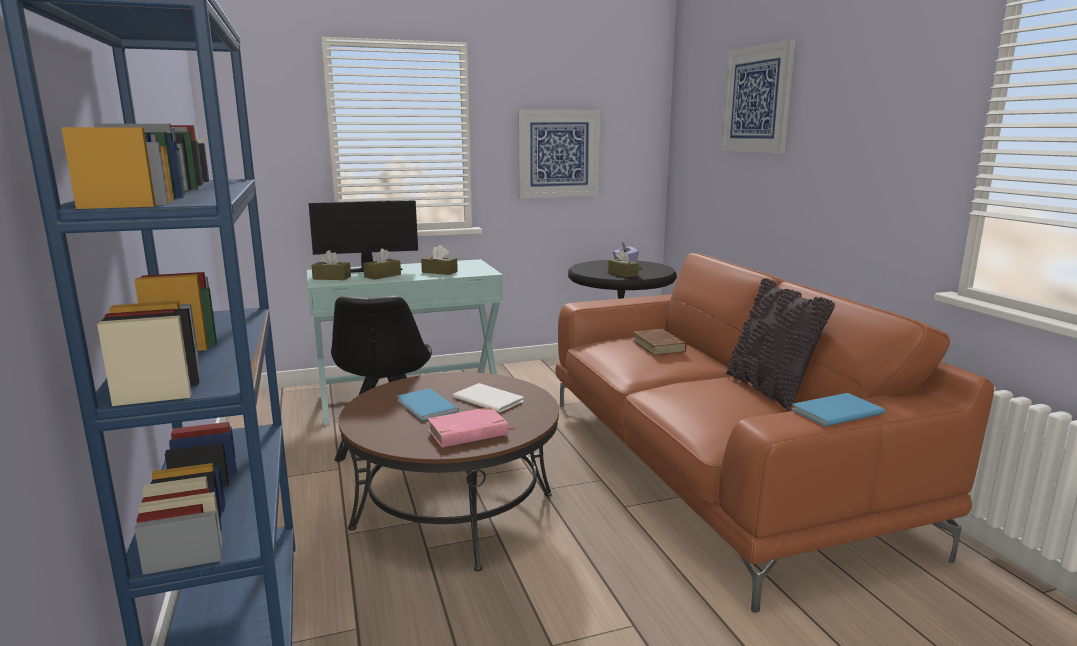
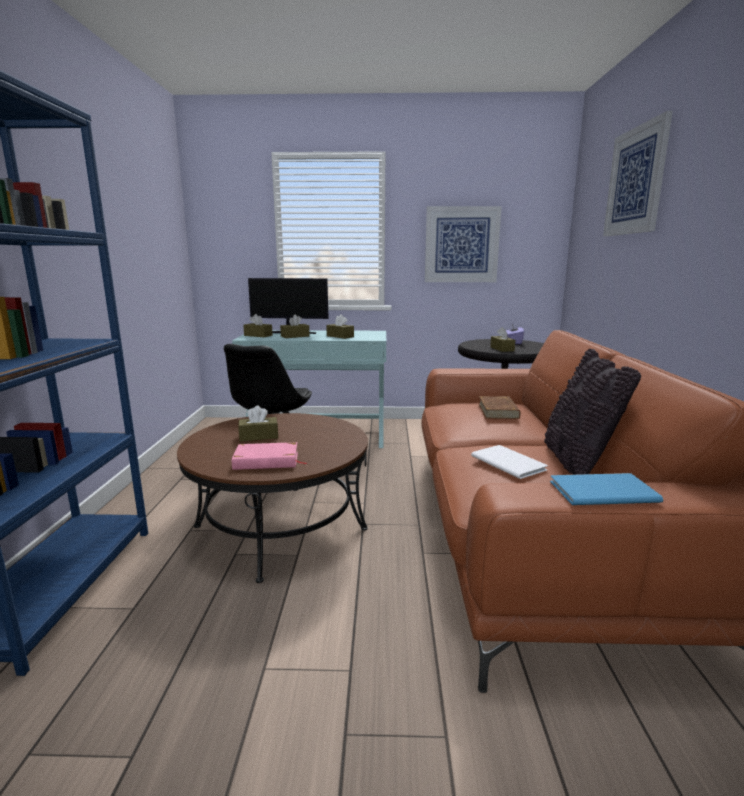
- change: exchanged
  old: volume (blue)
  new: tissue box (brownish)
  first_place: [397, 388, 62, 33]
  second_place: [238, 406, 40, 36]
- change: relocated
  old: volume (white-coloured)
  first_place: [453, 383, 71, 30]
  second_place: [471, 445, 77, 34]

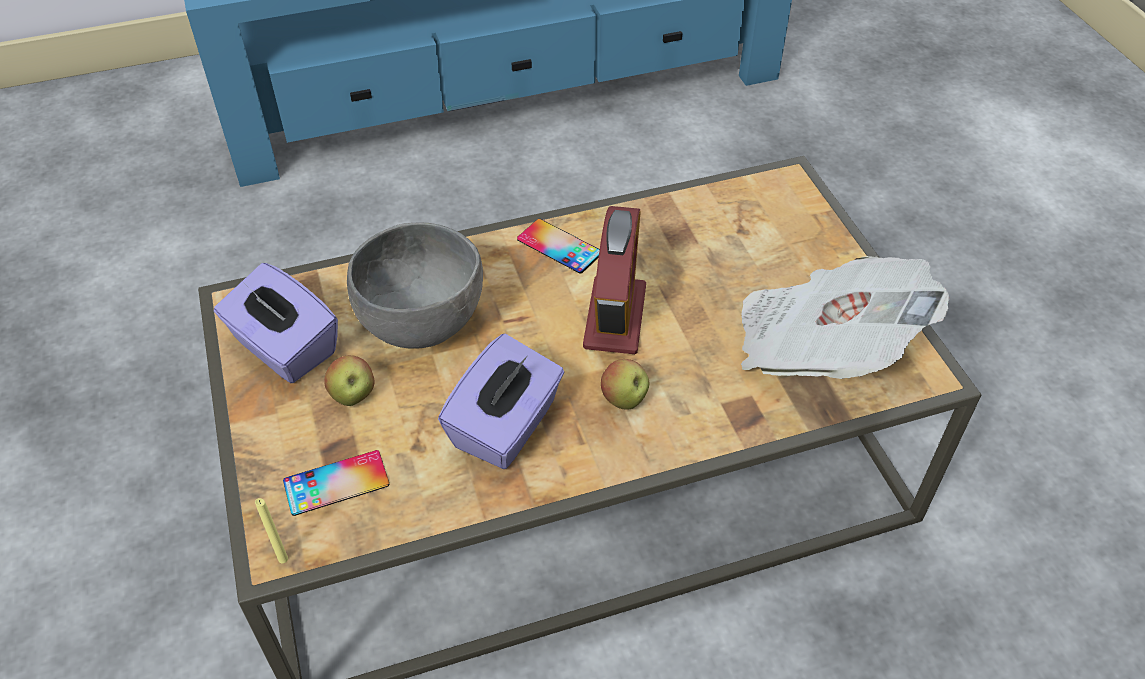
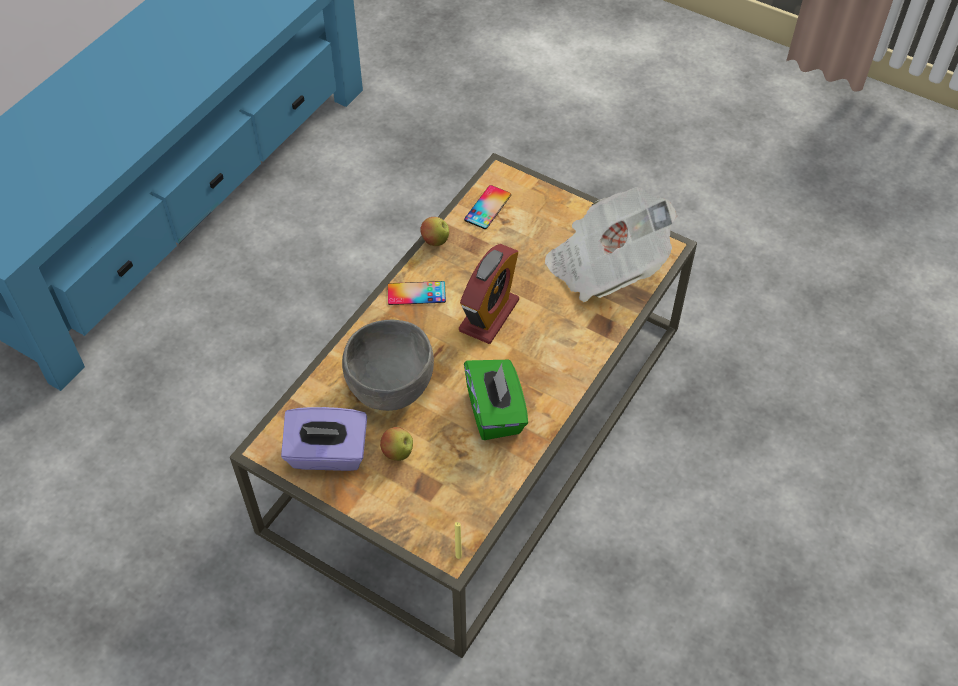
- change: relocated
  old: phone
  first_place: [283, 450, 106, 66]
  second_place: [464, 185, 47, 44]
- change: colour
  old: tissue box (purple-coloured)
  new: tissue box (green-coloured)
  first_place: [438, 334, 127, 135]
  second_place: [464, 360, 64, 80]
- change: spun
  old: alarm clock
  first_place: [583, 206, 63, 148]
  second_place: [459, 244, 60, 100]
  degrees: 60
- change: relocated
  old: apple
  first_place: [601, 359, 48, 51]
  second_place: [420, 217, 29, 29]

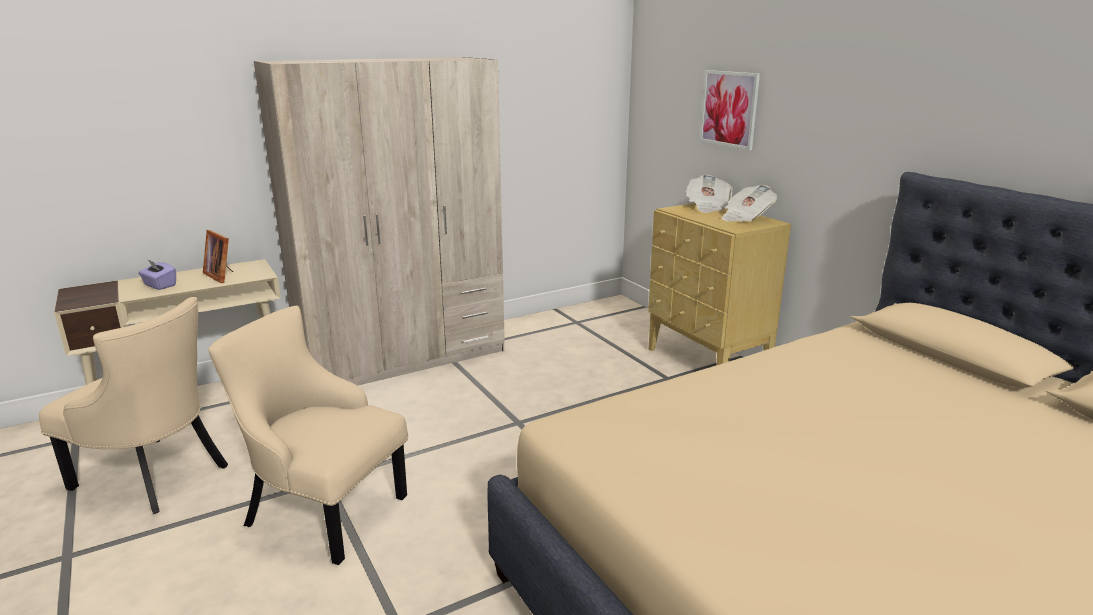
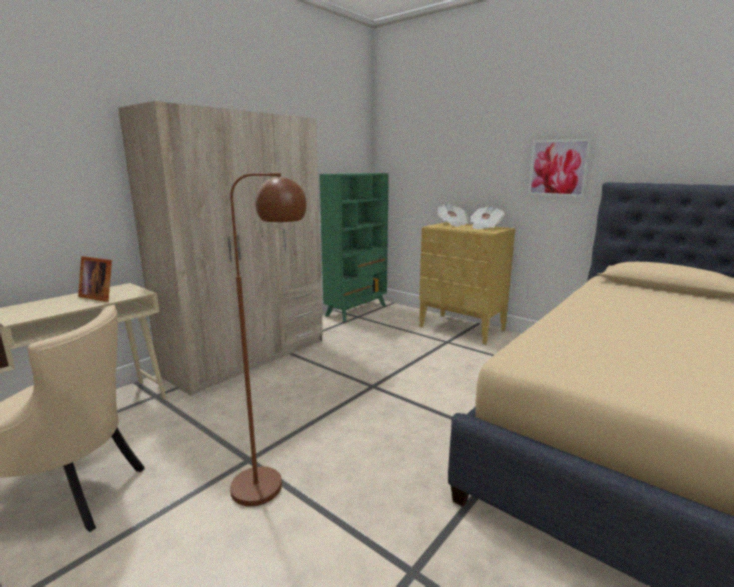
- change: missing
  old: tissue box (purple-coloured)
  first_place: [138, 260, 38, 30]
- change: exchanged
  old: plain chair (sand-coloured)
  new: standing lamp (brownish)
  first_place: [208, 306, 201, 259]
  second_place: [230, 173, 77, 334]
- change: relocated
  old: picture
  first_place: [700, 70, 60, 80]
  second_place: [528, 139, 64, 58]
- change: appeared
  new: bookshelf (green-coloured)
  second_place: [319, 173, 70, 149]

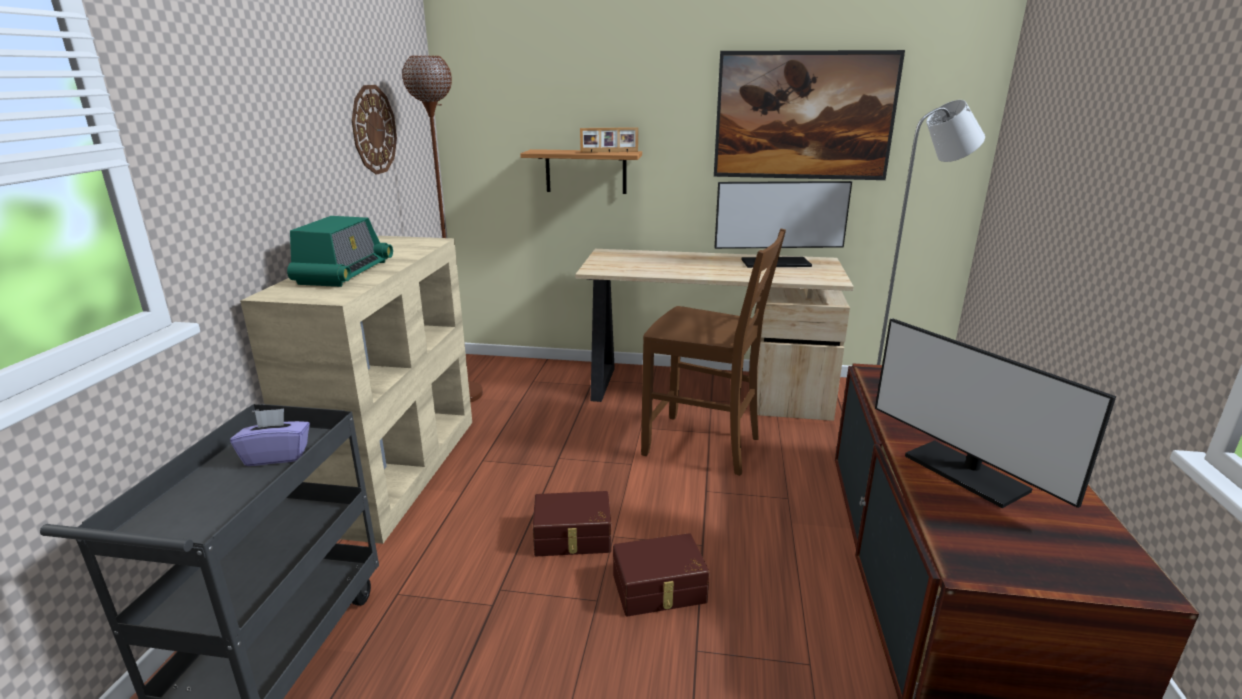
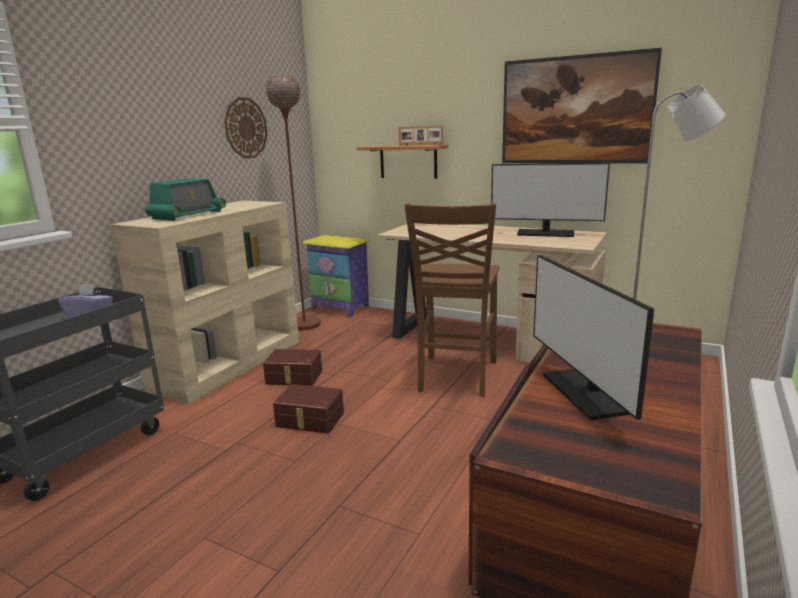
- change: relocated
  old: storage container (brownish)
  first_place: [613, 533, 97, 83]
  second_place: [263, 349, 59, 37]
- change: spun
  old: plain chair (brownish)
  first_place: [641, 228, 145, 248]
  second_place: [404, 203, 95, 194]
  degrees: 60
- change: appeared
  new: bedside table
  second_place: [302, 235, 67, 82]

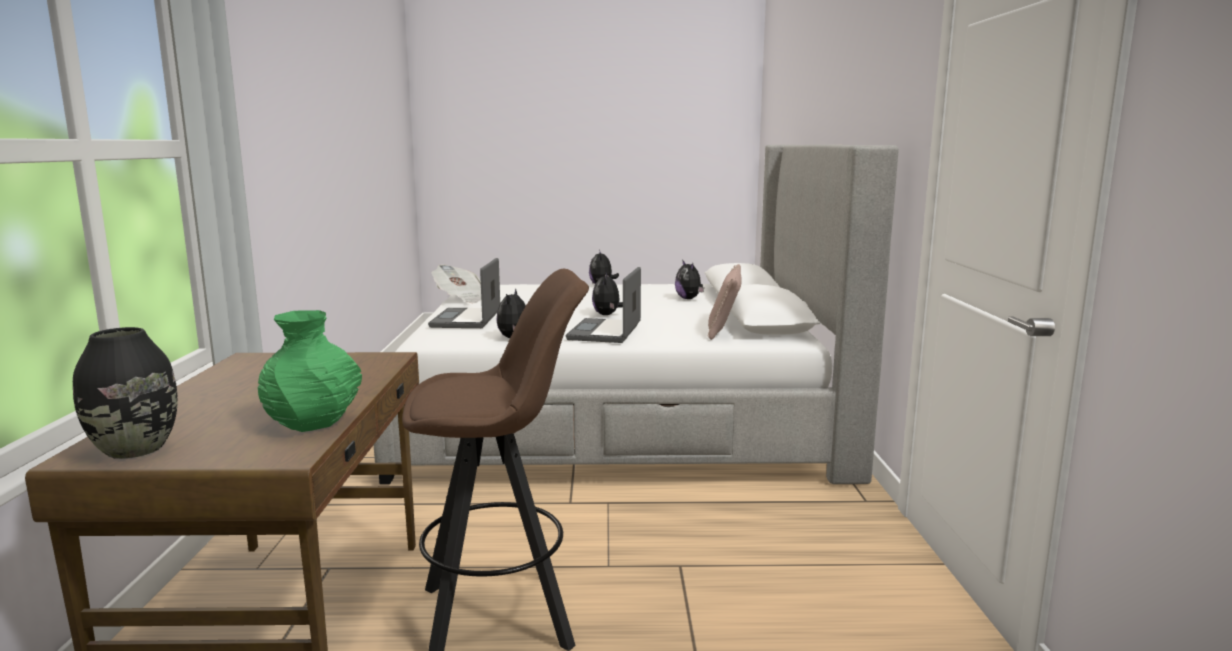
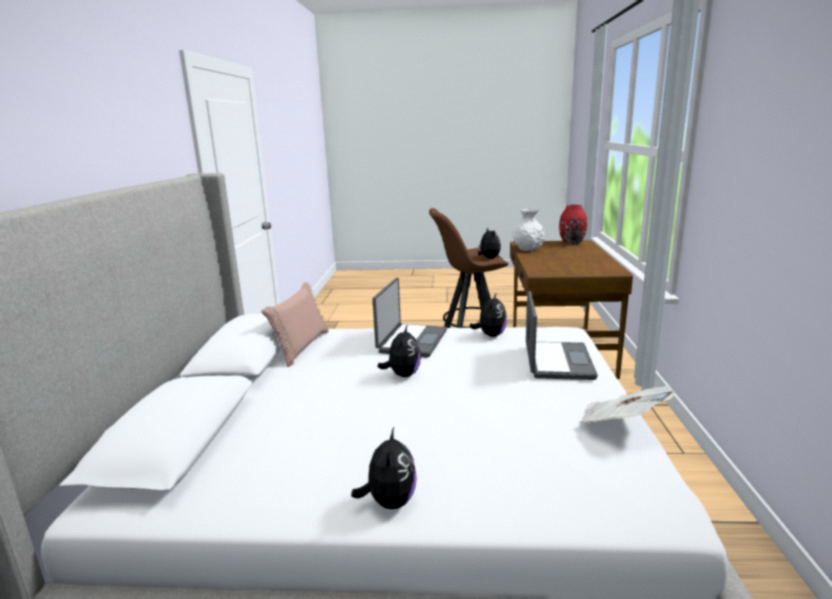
- change: colour
  old: vase (black)
  new: vase (red)
  first_place: [73, 327, 105, 132]
  second_place: [559, 205, 28, 40]
- change: colour
  old: vase (green-coloured)
  new: vase (white-coloured)
  first_place: [258, 310, 104, 122]
  second_place: [512, 209, 32, 42]
- change: relocated
  old: soft toy
  first_place: [675, 261, 29, 38]
  second_place: [478, 227, 23, 32]

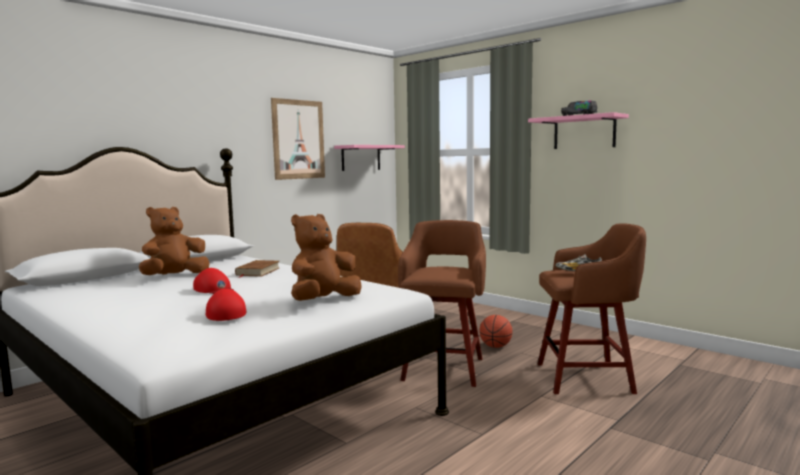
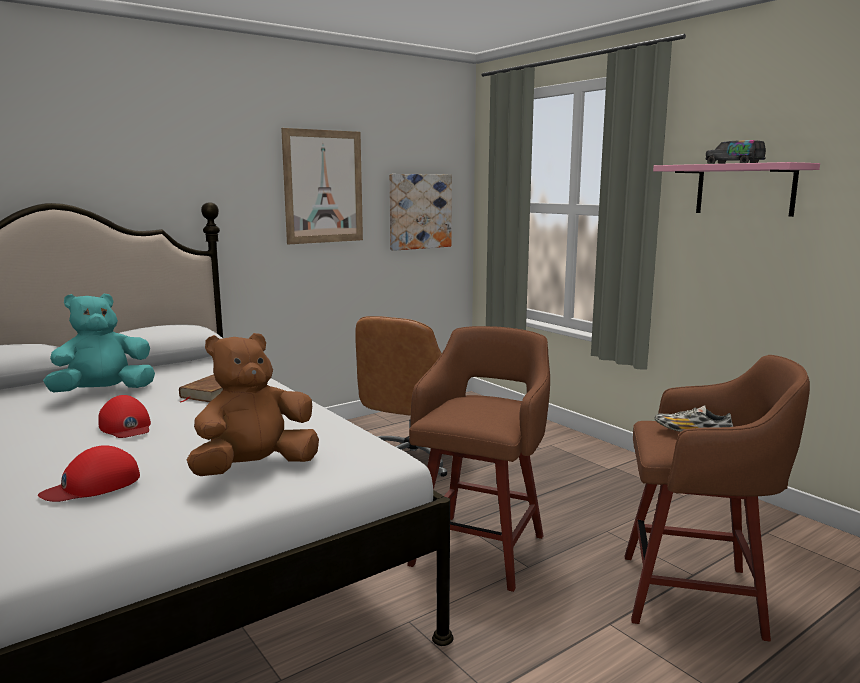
- change: colour
  old: soft toy (brownish)
  new: soft toy (turquoise-coloured)
  first_place: [139, 207, 70, 68]
  second_place: [43, 293, 112, 99]
- change: spun
  old: peaked cap (red)
  first_place: [206, 289, 40, 32]
  second_place: [38, 445, 102, 57]
  degrees: -120
- change: exchanged
  old: shelf (pinkish)
  new: picture
  first_place: [334, 145, 71, 26]
  second_place: [389, 174, 63, 77]
- change: missing
  old: basketball
  first_place: [479, 315, 34, 33]

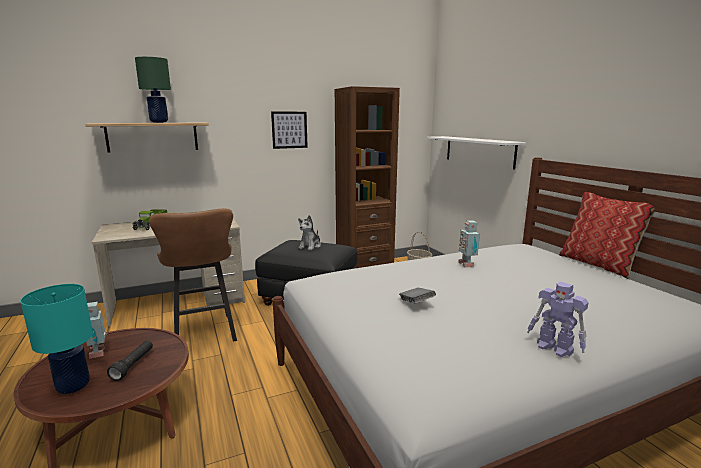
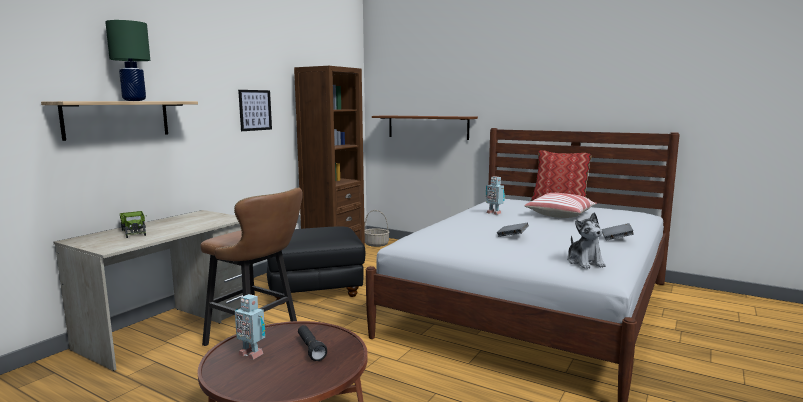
- change: missing
  old: table lamp (turquoise-coloured)
  first_place: [20, 284, 73, 110]
- change: relocated
  old: soft toy
  first_place: [298, 215, 23, 35]
  second_place: [567, 213, 39, 56]
- change: colour
  old: shelf (white-coloured)
  new: shelf (brownish)
  first_place: [427, 136, 99, 34]
  second_place: [372, 115, 106, 25]
- change: exchanged
  old: toy robot
  new: volume (grey)
  first_place: [527, 282, 62, 75]
  second_place: [601, 223, 33, 18]
- change: appeared
  new: pillow
  second_place: [524, 193, 73, 25]

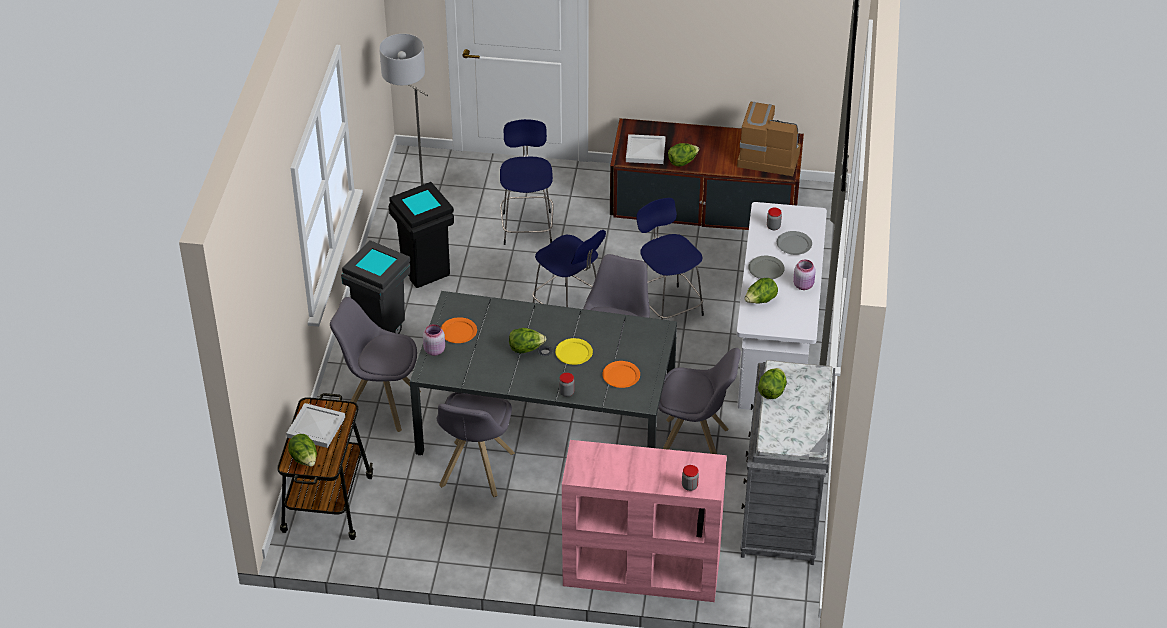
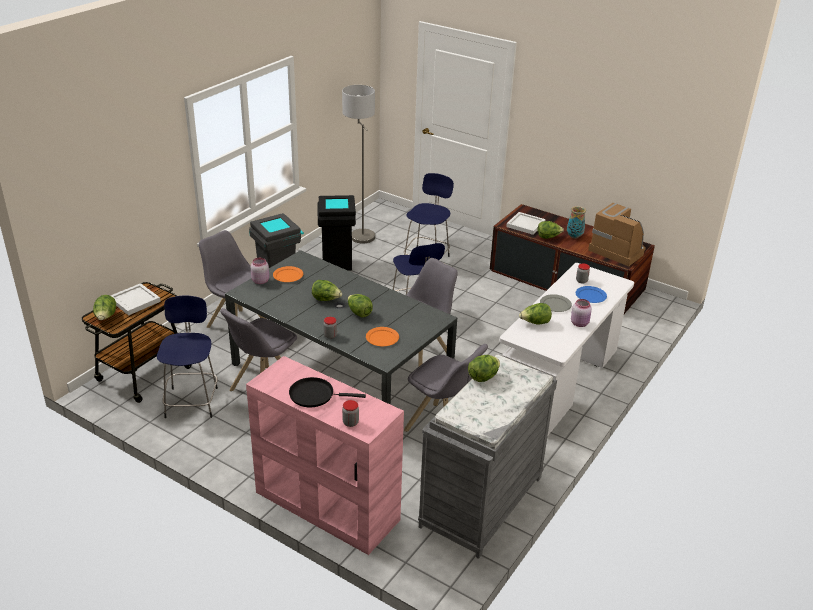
- change: exchanged
  old: flat dish (yellow)
  new: lettuce head
  first_place: [555, 338, 38, 27]
  second_place: [348, 294, 25, 24]
- change: relocated
  old: stool seat (blue)
  first_place: [636, 198, 68, 122]
  second_place: [157, 295, 61, 123]
- change: colour
  old: flat dish (grey)
  new: flat dish (blue)
  first_place: [777, 231, 35, 24]
  second_place: [576, 286, 31, 17]
- change: appeared
  new: frying pan (black)
  second_place: [289, 377, 77, 30]
- change: appeared
  new: vase
  second_place: [567, 206, 19, 33]

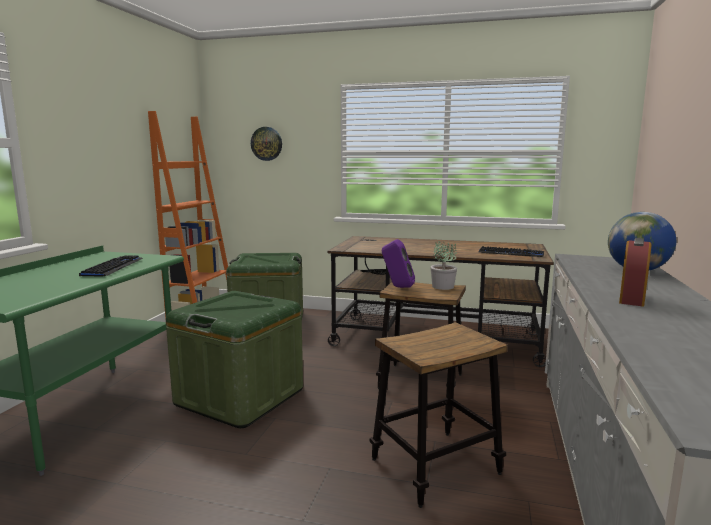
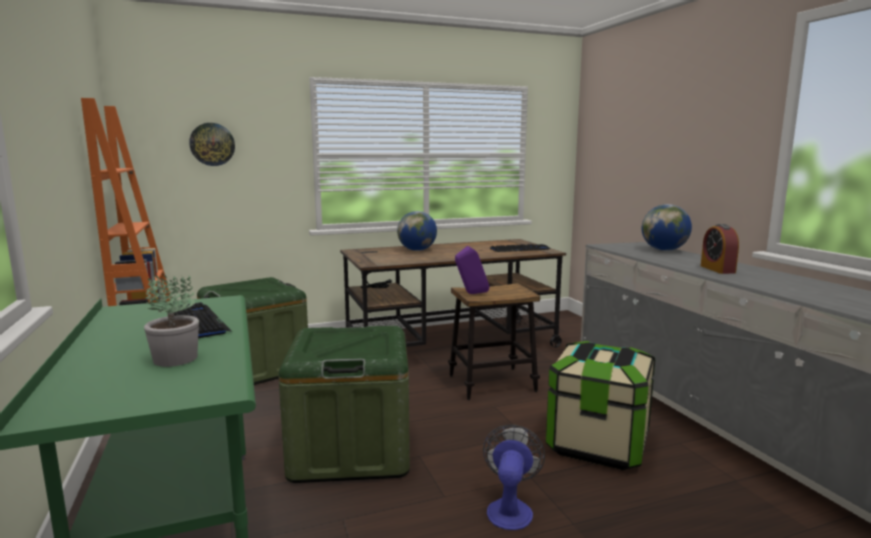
- change: exchanged
  old: stool seat
  new: storage container
  first_place: [369, 322, 139, 186]
  second_place: [546, 341, 109, 129]
- change: relocated
  old: houseplant
  first_place: [430, 242, 27, 48]
  second_place: [144, 275, 55, 92]
- change: appeared
  new: desk globe
  second_place: [397, 211, 40, 40]
- change: appeared
  new: electric fan
  second_place: [483, 425, 62, 105]

